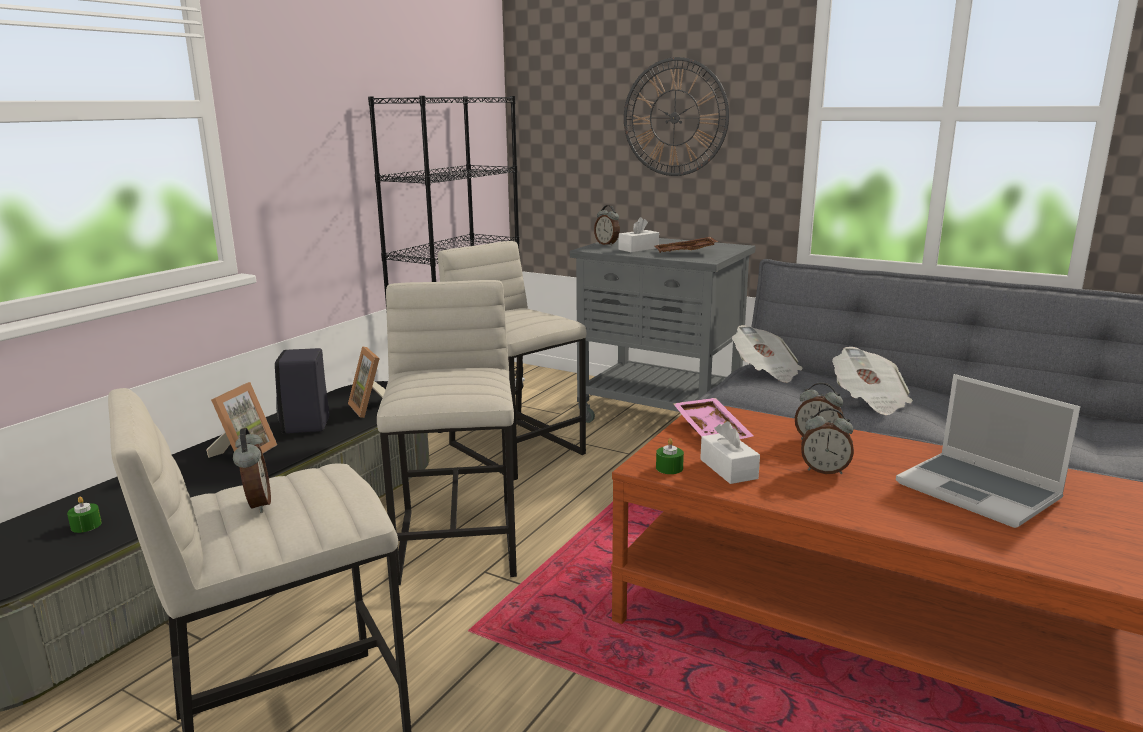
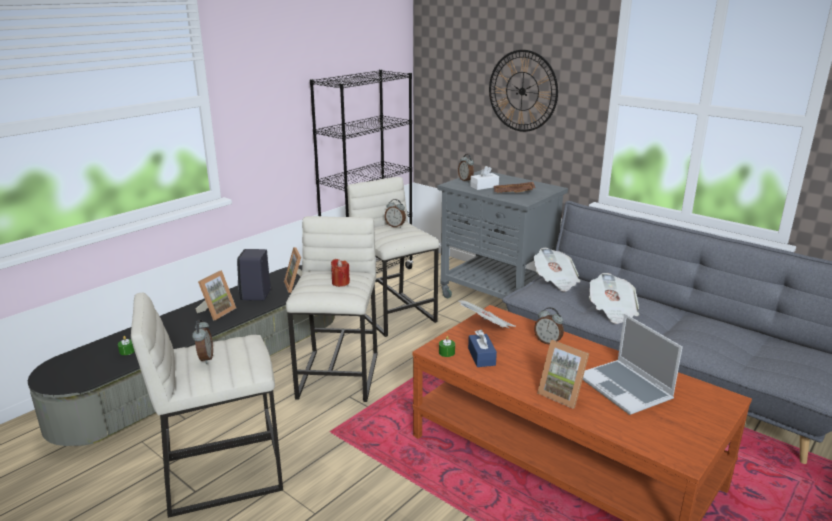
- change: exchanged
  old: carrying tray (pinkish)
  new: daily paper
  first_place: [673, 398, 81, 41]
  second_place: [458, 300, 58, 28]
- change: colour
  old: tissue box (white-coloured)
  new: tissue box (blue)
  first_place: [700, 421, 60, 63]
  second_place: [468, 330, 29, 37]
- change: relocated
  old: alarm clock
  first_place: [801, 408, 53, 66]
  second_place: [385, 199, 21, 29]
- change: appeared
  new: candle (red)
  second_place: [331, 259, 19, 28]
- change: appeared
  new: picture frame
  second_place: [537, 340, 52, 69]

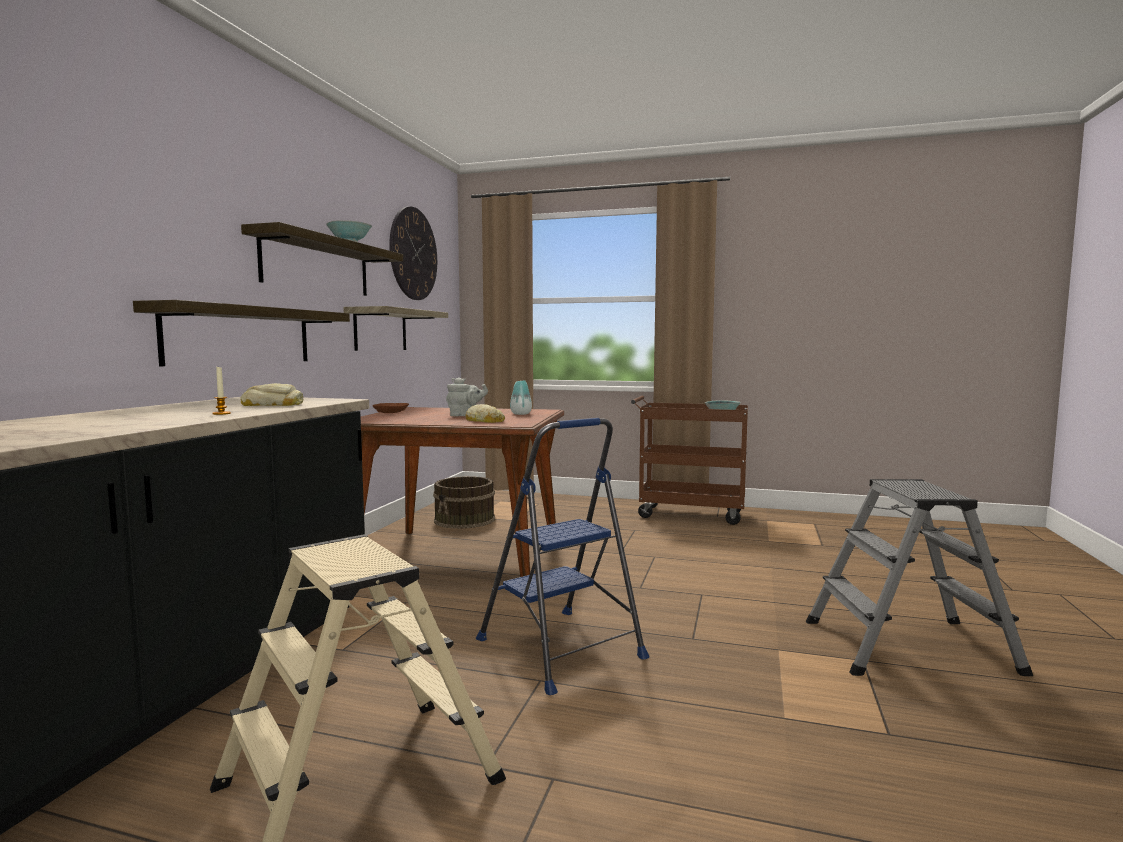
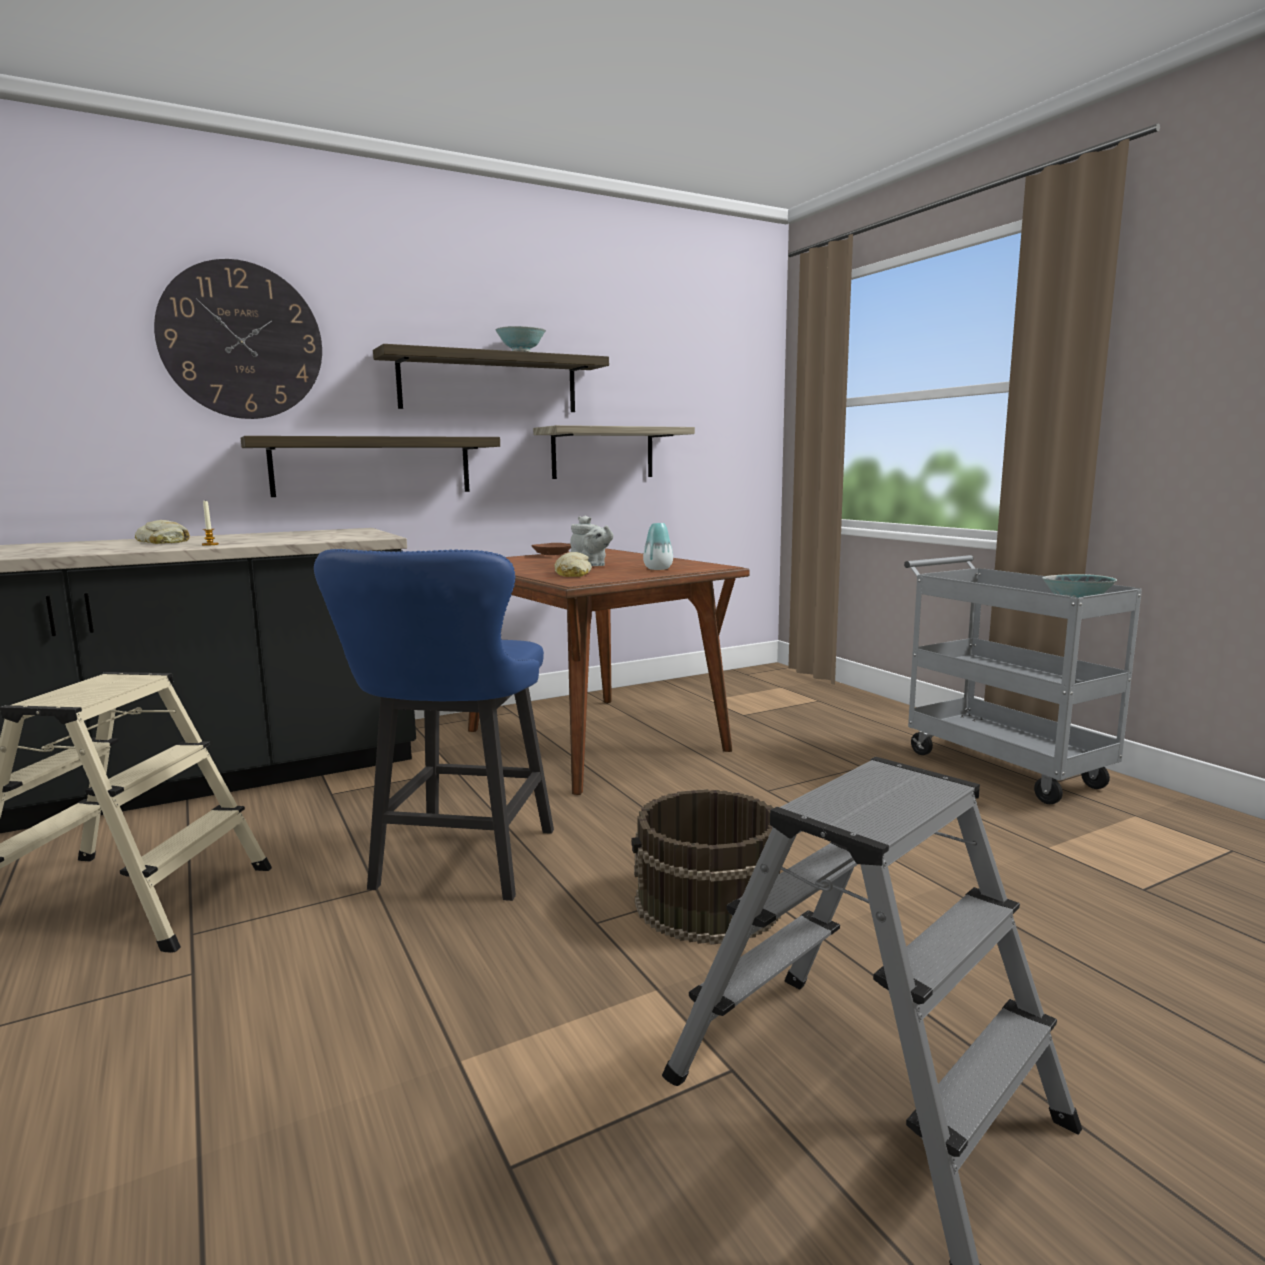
- change: relocated
  old: bread
  first_place: [241, 383, 62, 23]
  second_place: [135, 520, 55, 24]
- change: relocated
  old: wall clock
  first_place: [389, 207, 48, 93]
  second_place: [154, 259, 168, 160]
- change: relocated
  old: bucket (brownish)
  first_place: [433, 476, 62, 53]
  second_place: [631, 789, 150, 156]
- change: exchanged
  old: step stool (blue)
  new: stool seat (blue)
  first_place: [476, 418, 174, 277]
  second_place: [314, 549, 240, 352]
- change: colour
  old: cart (brownish)
  new: cart (grey)
  first_place: [631, 395, 117, 130]
  second_place: [904, 555, 238, 249]

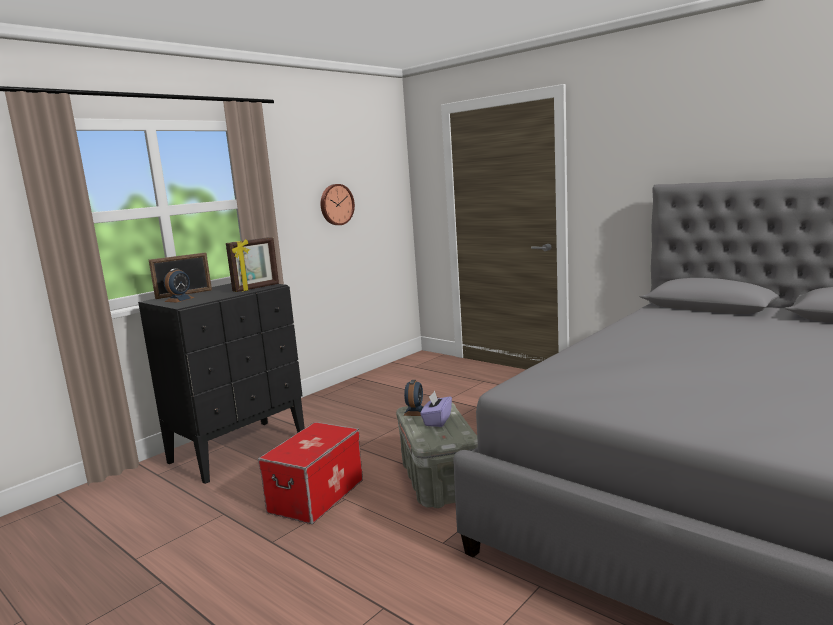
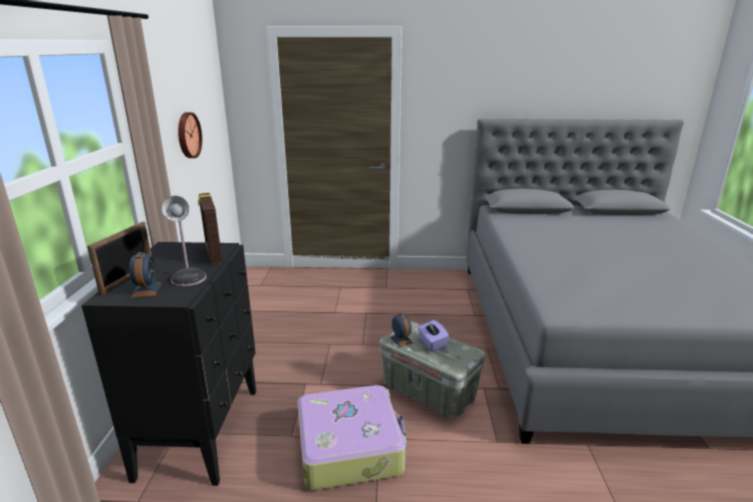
- change: spun
  old: picture frame
  first_place: [226, 237, 53, 55]
  second_place: [198, 193, 24, 71]
  degrees: 150
- change: exchanged
  old: storage container
  new: suitcase
  first_place: [258, 422, 105, 102]
  second_place: [297, 385, 110, 105]
- change: appeared
  new: table lamp
  second_place: [162, 196, 45, 91]

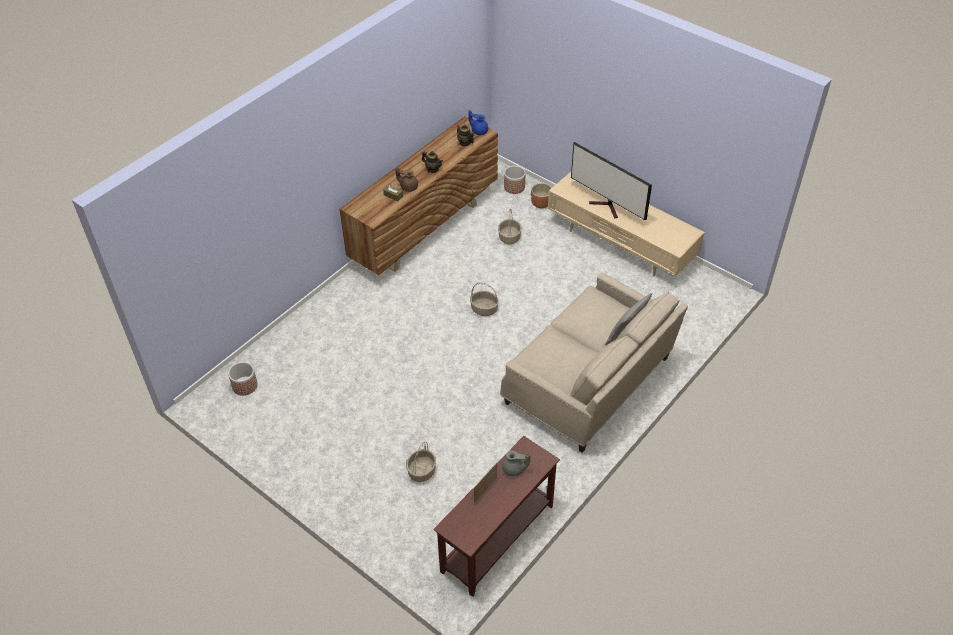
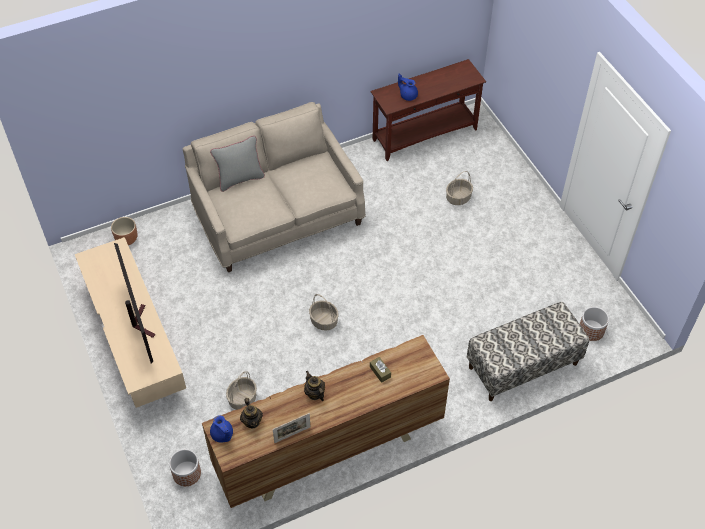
- change: missing
  old: teapot (brownish)
  first_place: [395, 167, 23, 25]
- change: relocated
  old: picture frame
  first_place: [473, 462, 24, 42]
  second_place: [273, 413, 37, 30]
- change: colour
  old: teapot (grey)
  new: teapot (blue)
  first_place: [502, 450, 28, 27]
  second_place: [398, 73, 20, 28]
- change: relocated
  old: flower pot (brownish)
  first_place: [531, 183, 21, 25]
  second_place: [111, 217, 26, 28]
- change: appeared
  new: indoor bench
  second_place: [467, 302, 122, 99]

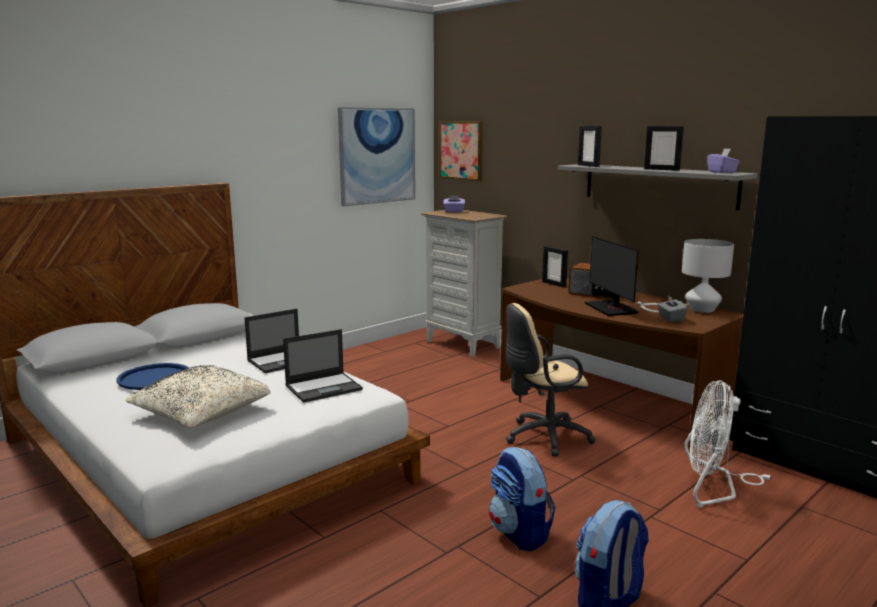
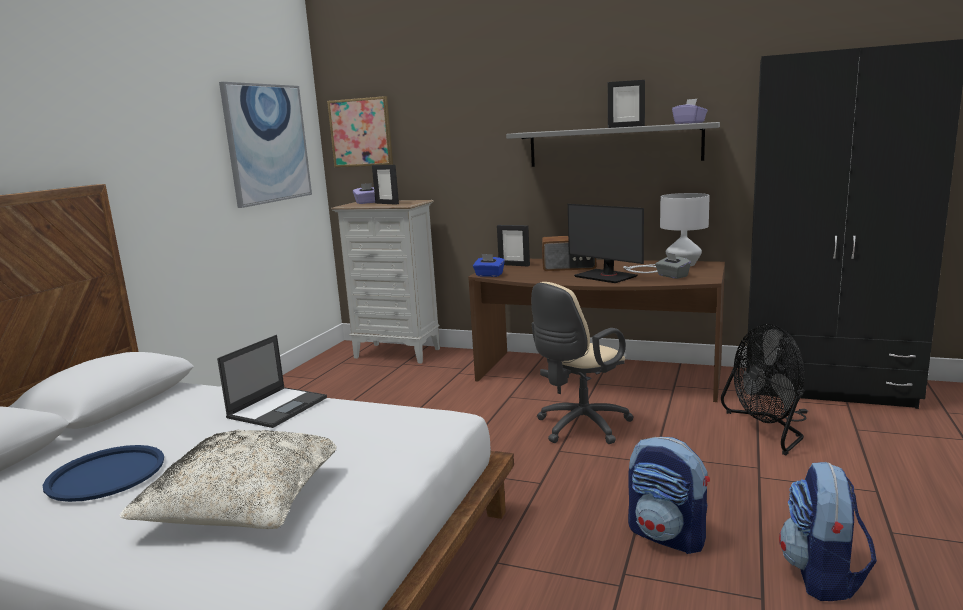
- change: missing
  old: notebook computer
  first_place: [283, 329, 80, 74]
- change: relocated
  old: picture frame
  first_place: [578, 126, 24, 41]
  second_place: [372, 165, 27, 40]
- change: colour
  old: electric fan (white-coloured)
  new: electric fan (black)
  first_place: [685, 380, 87, 128]
  second_place: [721, 324, 88, 131]
- change: appeared
  new: tissue box (blue)
  second_place: [473, 254, 32, 23]

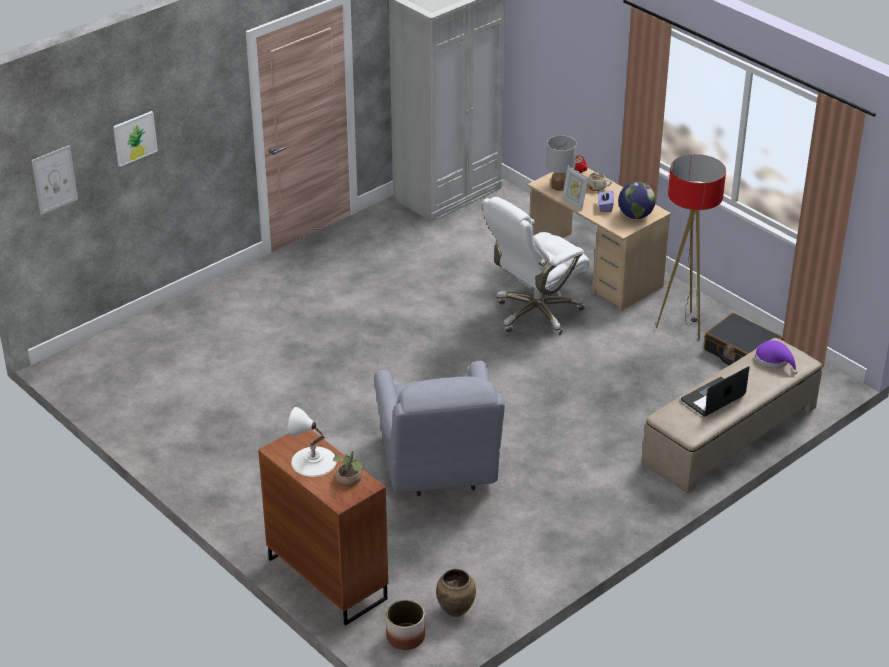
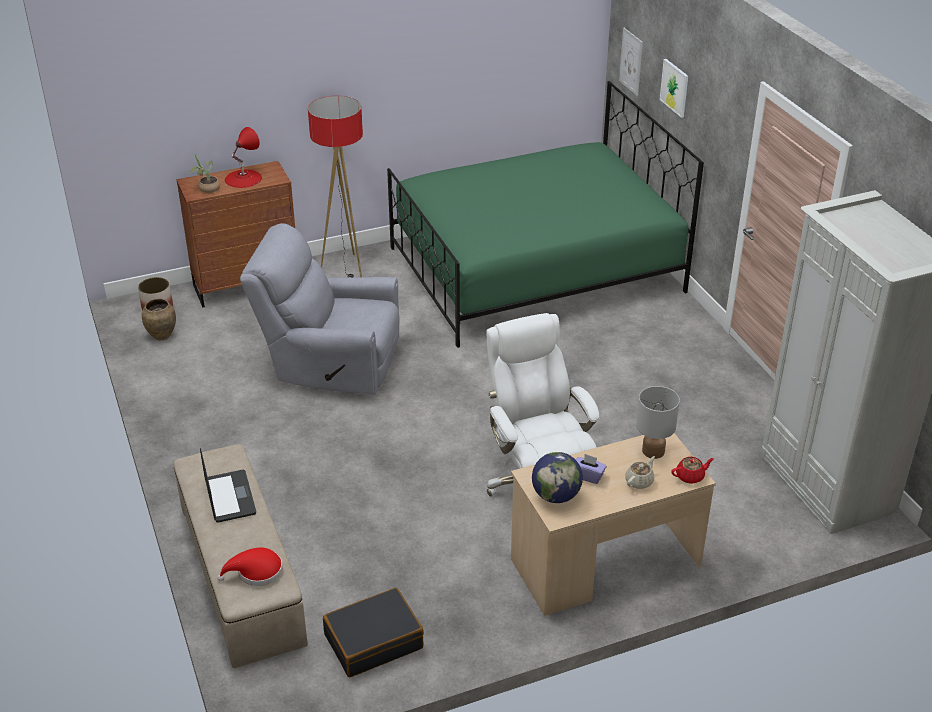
- change: colour
  old: table lamp (white-coloured)
  new: table lamp (red)
  first_place: [288, 407, 49, 70]
  second_place: [225, 127, 37, 61]
- change: missing
  old: picture frame
  first_place: [562, 166, 26, 45]
- change: relocated
  old: standing lamp
  first_place: [656, 154, 70, 186]
  second_place: [308, 96, 55, 181]
- change: colour
  old: clothing hat (purple-coloured)
  new: clothing hat (red)
  first_place: [755, 340, 43, 35]
  second_place: [217, 547, 66, 39]
- change: appeared
  new: sleeping bed (green-coloured)
  second_place: [387, 81, 317, 267]

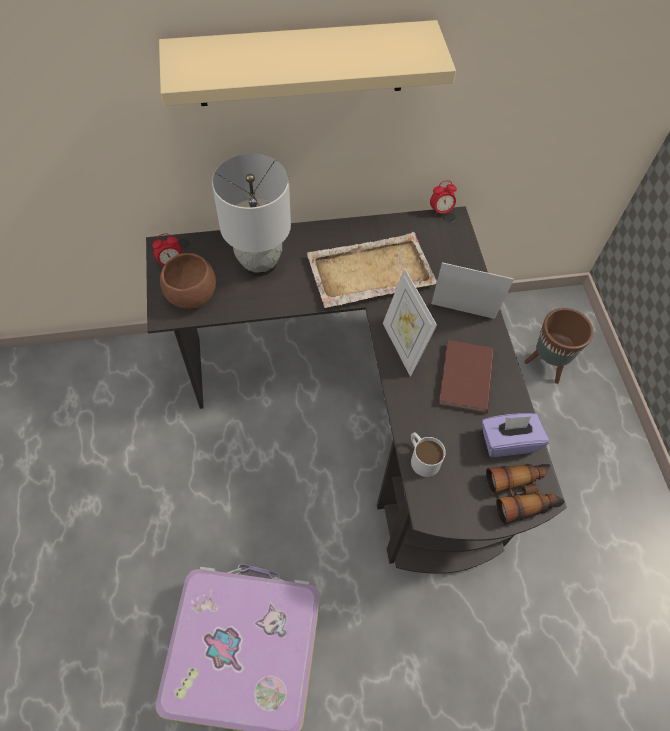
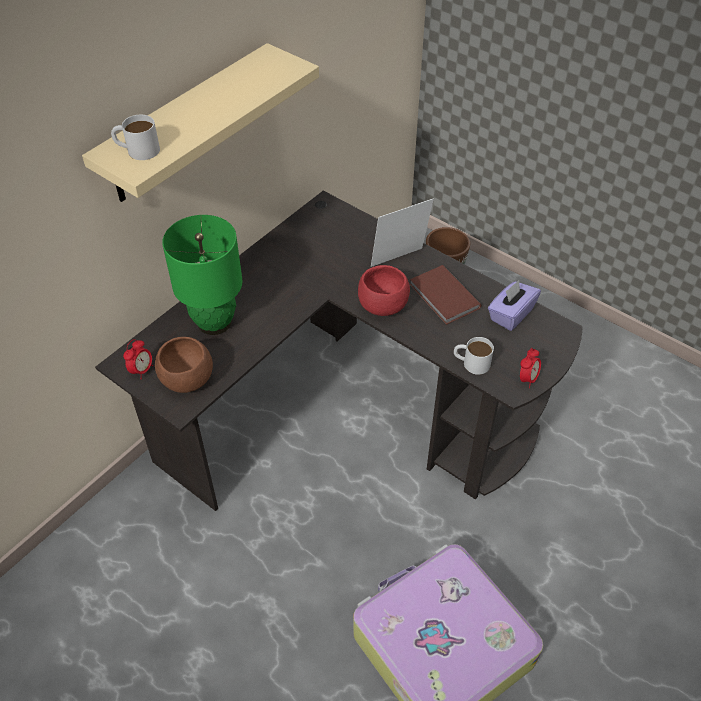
- change: colour
  old: table lamp (white-coloured)
  new: table lamp (green-coloured)
  first_place: [212, 153, 79, 123]
  second_place: [162, 215, 80, 120]
- change: missing
  old: carrying tray (sand-coloured)
  first_place: [307, 232, 130, 76]
- change: exchanged
  old: picture frame
  new: deep dish (red)
  first_place: [383, 268, 54, 109]
  second_place: [358, 265, 52, 51]
- change: relocated
  old: alarm clock
  first_place: [430, 180, 27, 36]
  second_place: [520, 348, 21, 40]
- change: missing
  old: field glasses
  first_place: [486, 464, 79, 61]
- change: appeared
  new: mug (white-coloured)
  second_place: [111, 115, 49, 45]

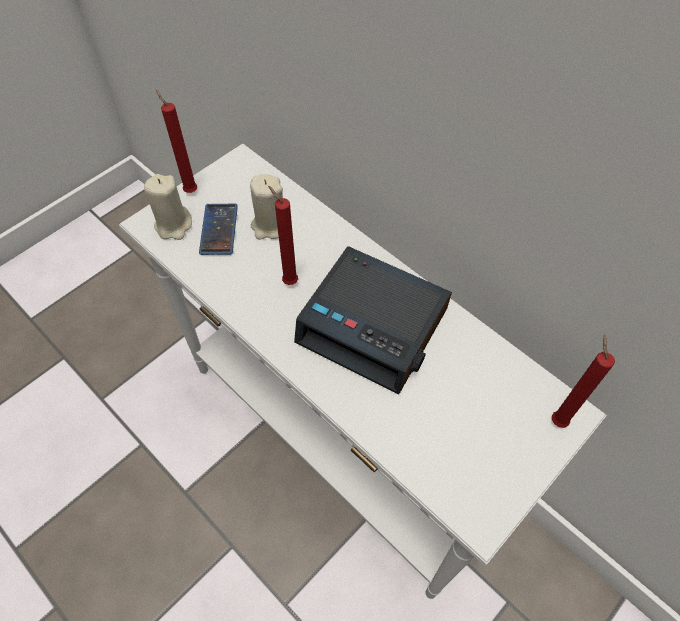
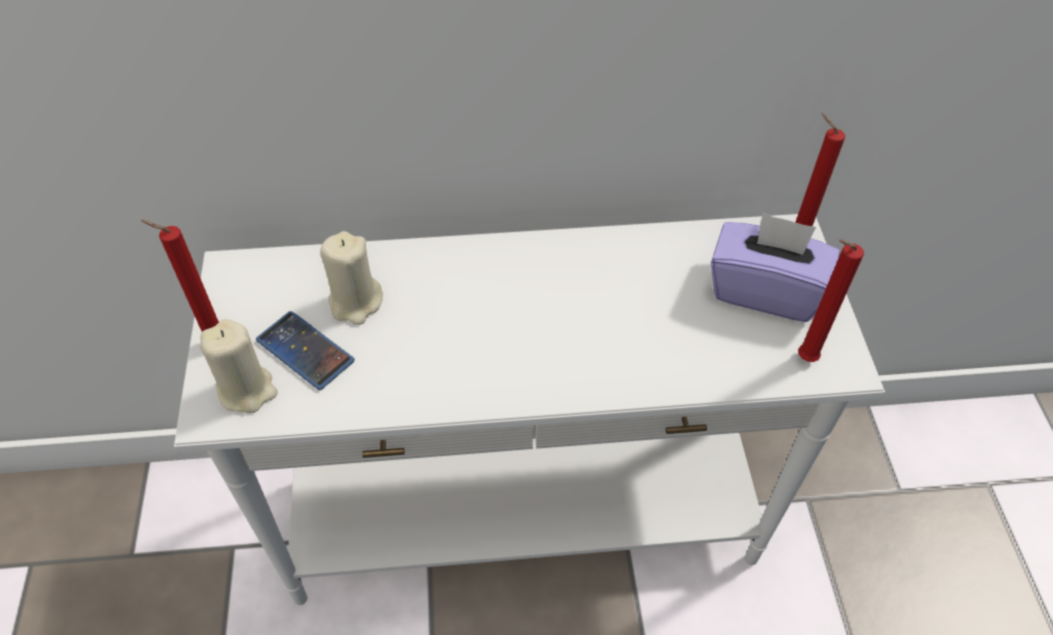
- change: relocated
  old: candle (red)
  first_place: [268, 186, 30, 99]
  second_place: [798, 240, 66, 122]
- change: missing
  old: alarm clock
  first_place: [294, 246, 158, 149]
- change: appeared
  new: tissue box (purple-coloured)
  second_place: [711, 212, 128, 110]

